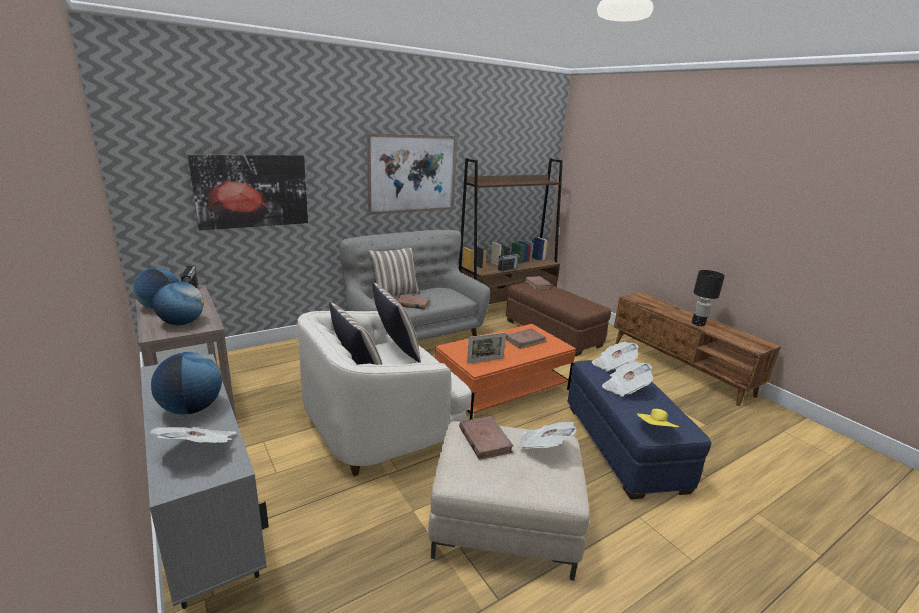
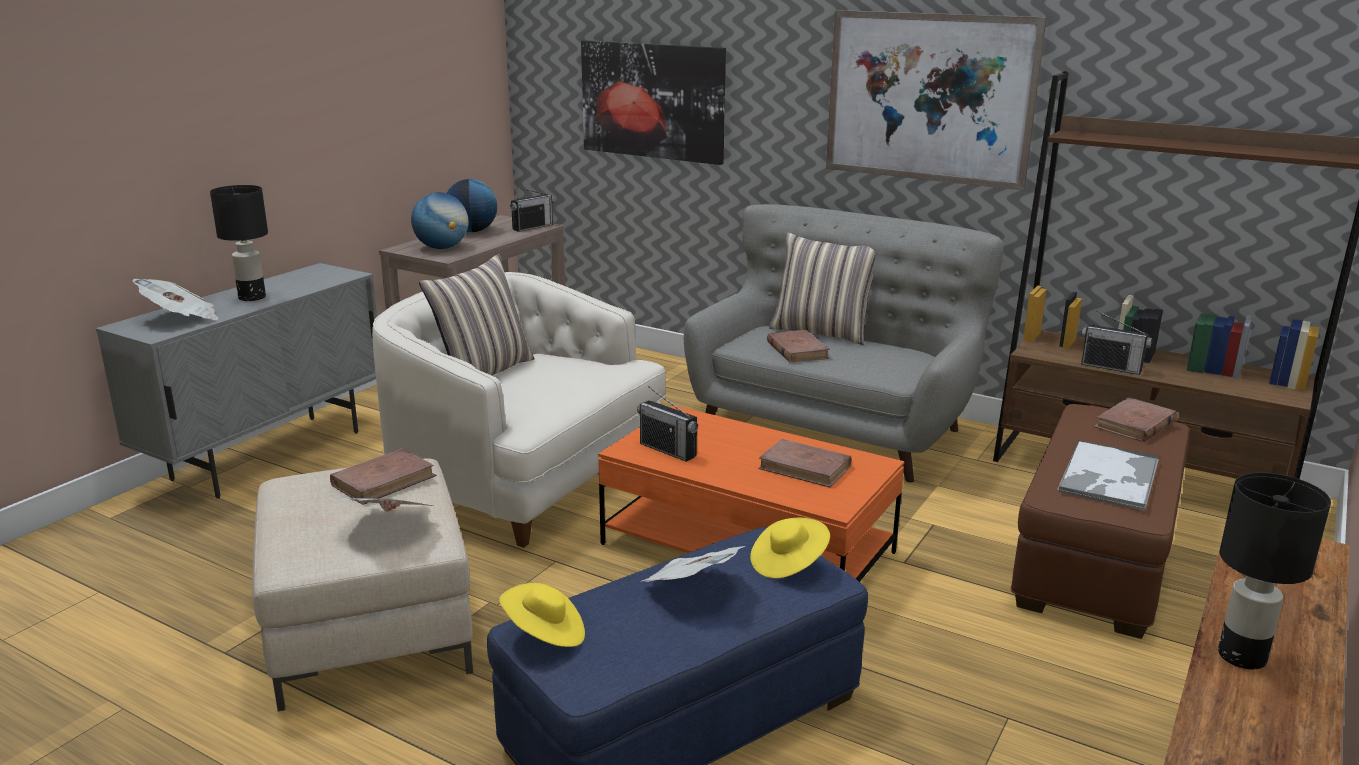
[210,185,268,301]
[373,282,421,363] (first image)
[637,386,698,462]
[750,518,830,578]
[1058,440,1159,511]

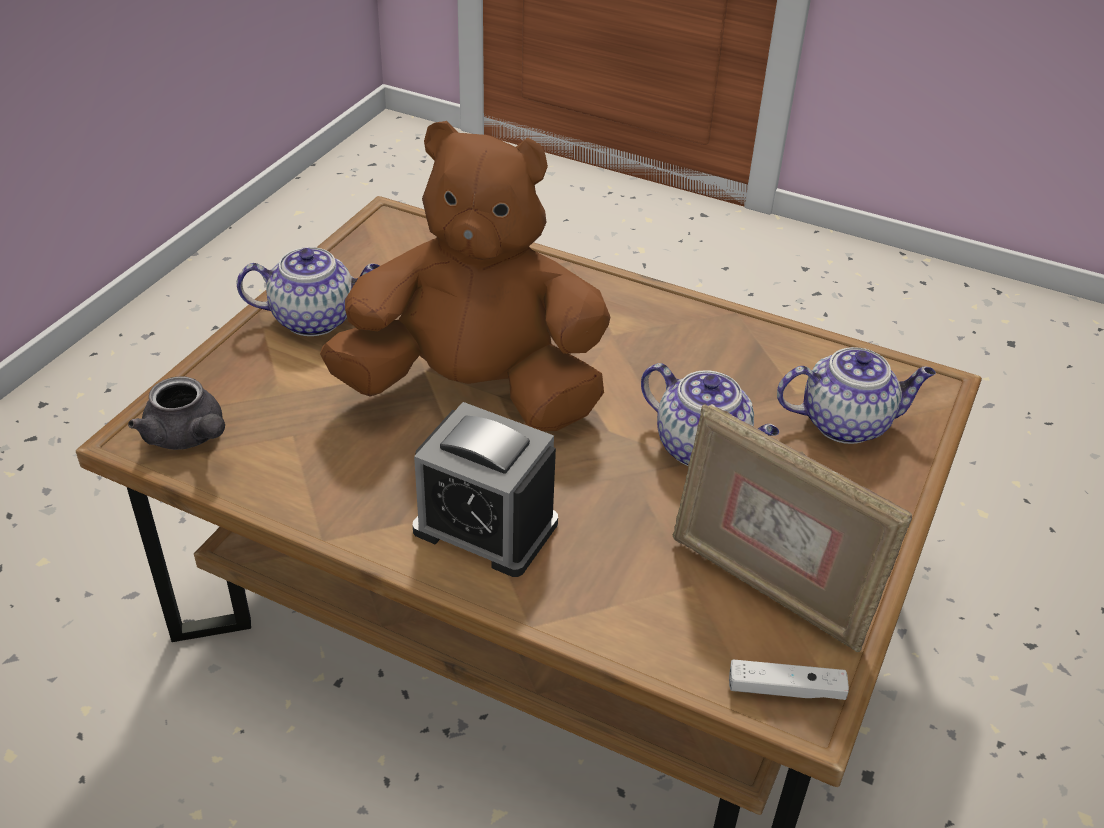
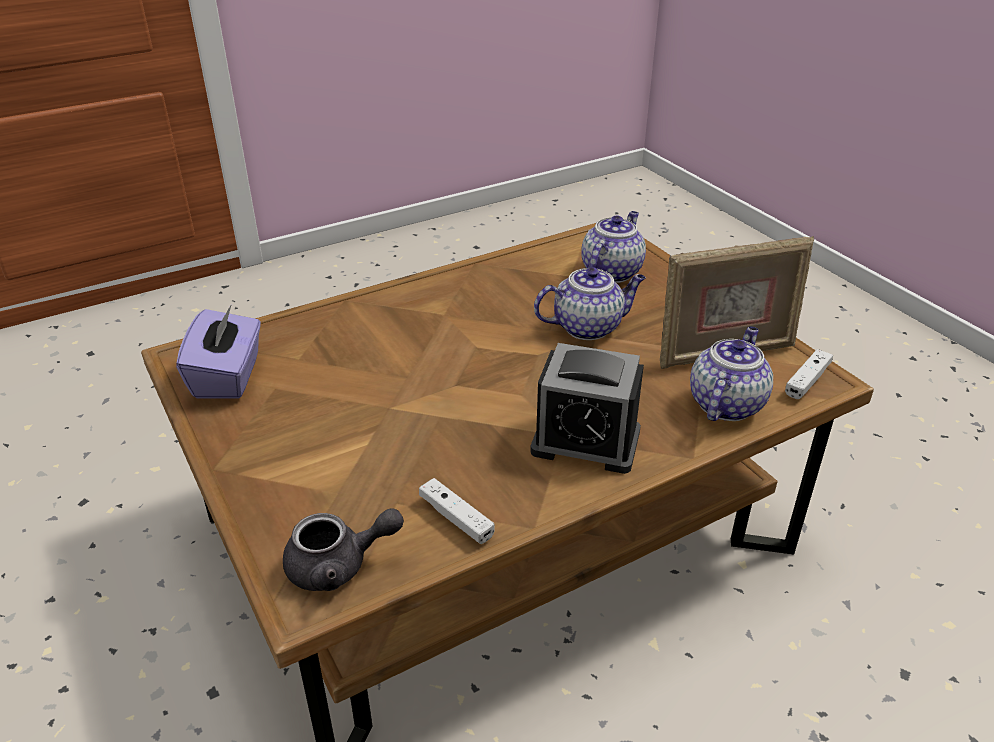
[690,326,773,421]
[320,121,610,431] (first image)
[530,343,644,474]
[176,304,261,398]
[419,478,495,544]

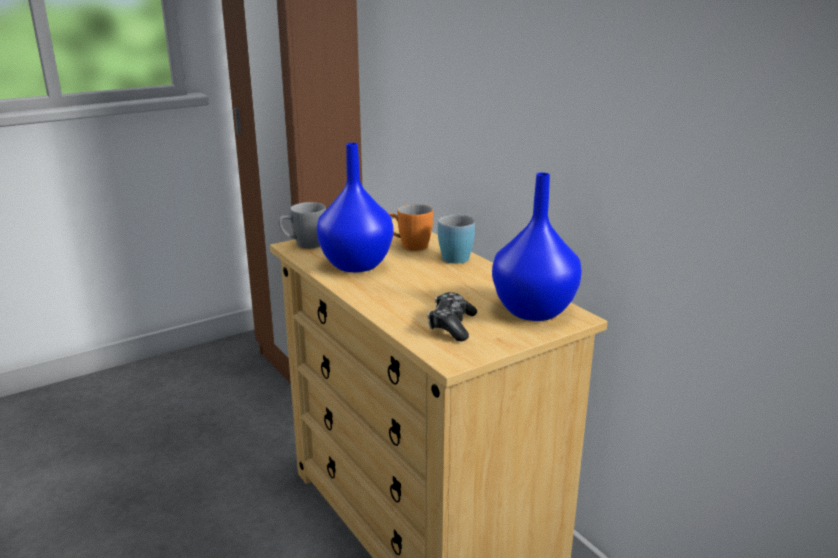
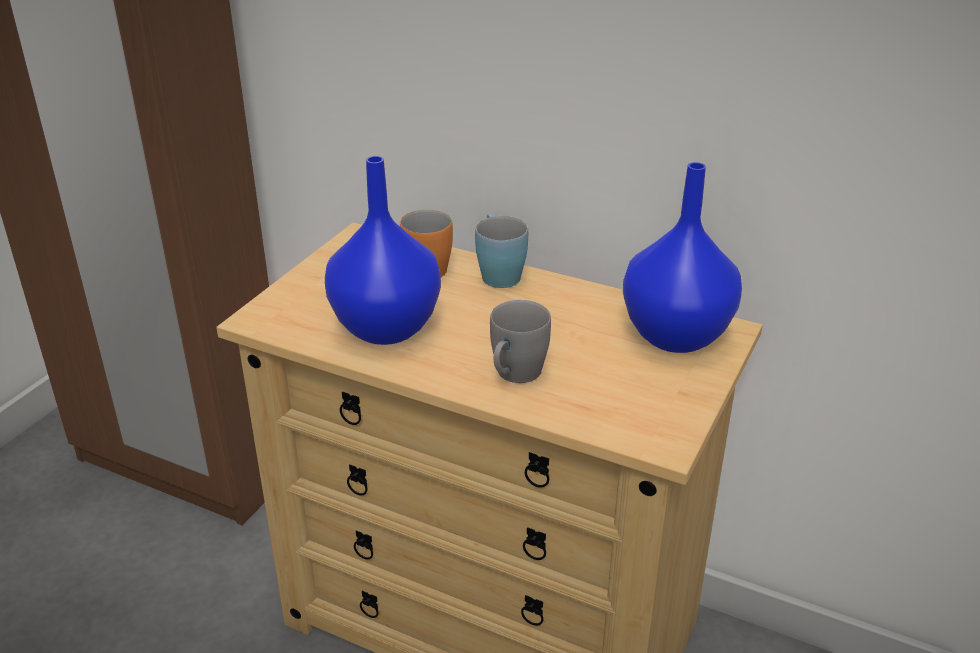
[490,300,551,383]
[428,292,477,341] (first image)

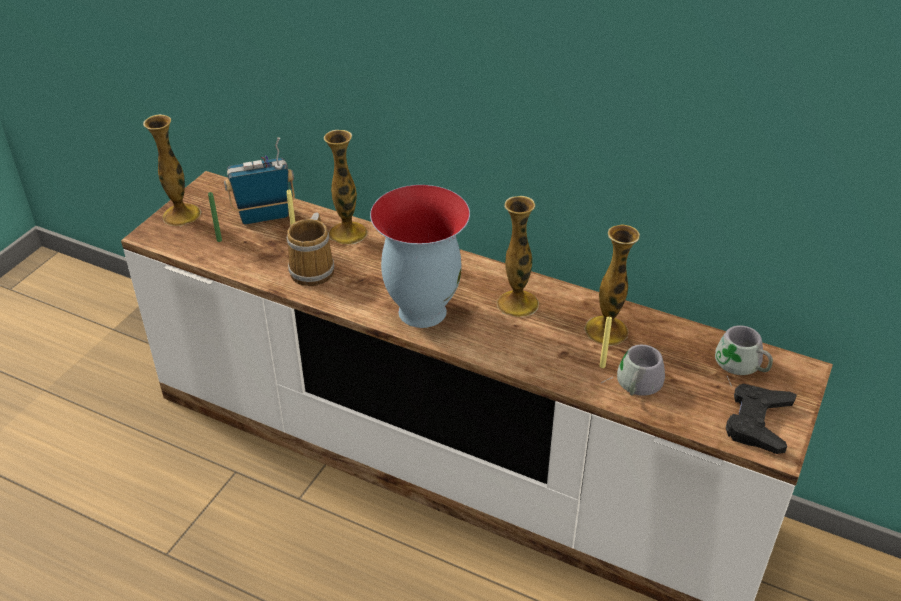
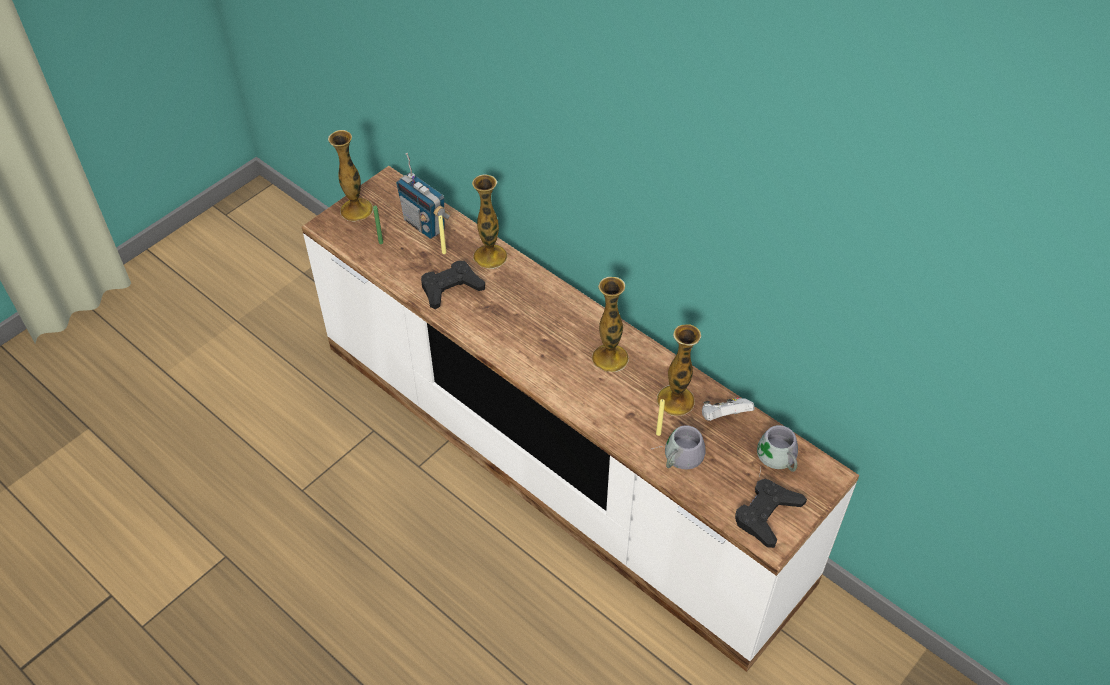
[396,153,452,239]
[421,261,485,309]
[370,185,470,328] (first image)
[702,397,755,421]

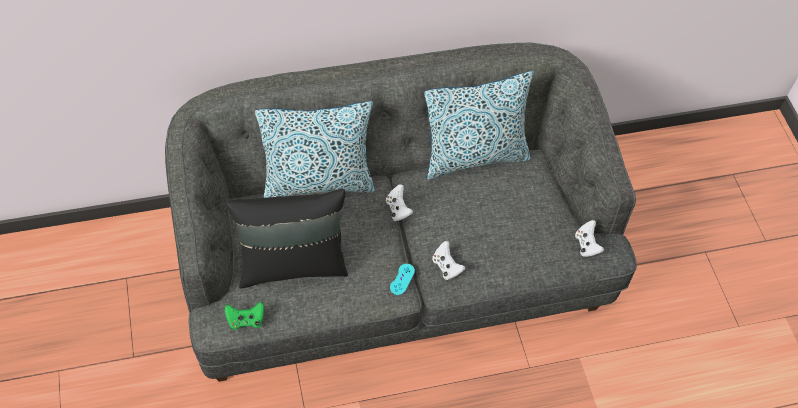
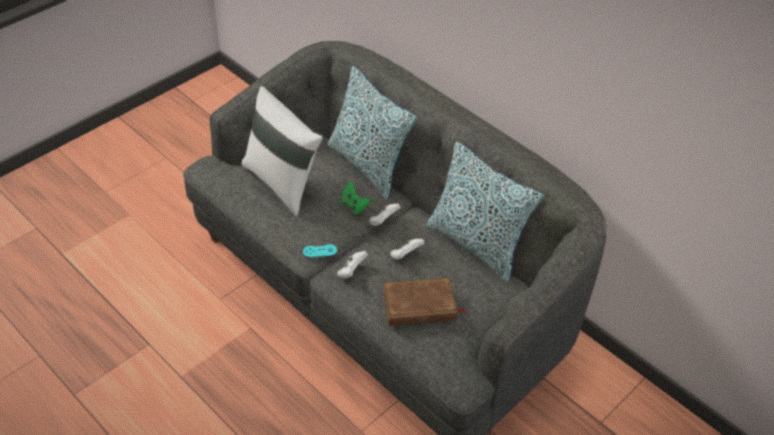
[341,182,371,214]
[242,86,323,216]
[391,239,424,260]
[383,278,466,326]

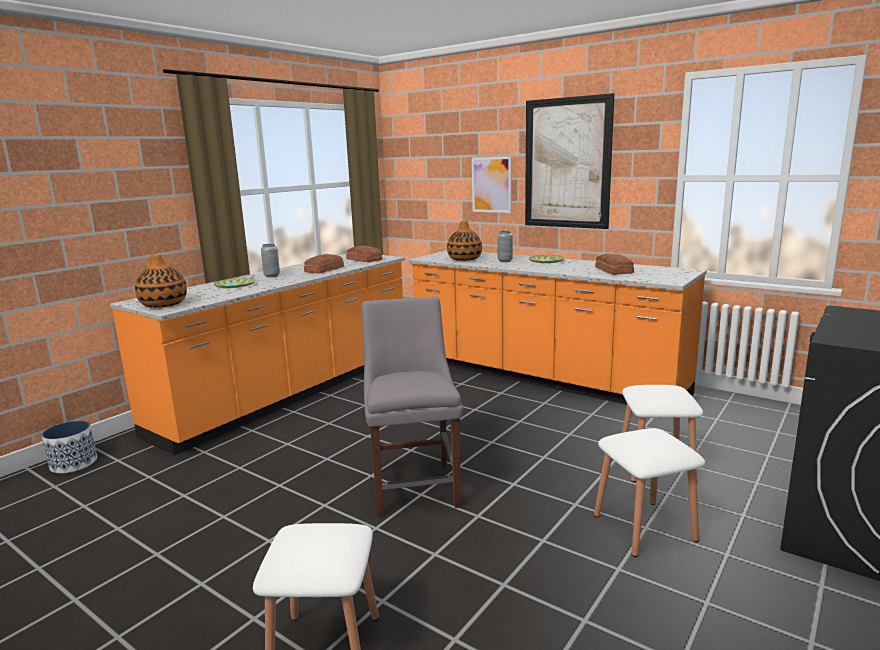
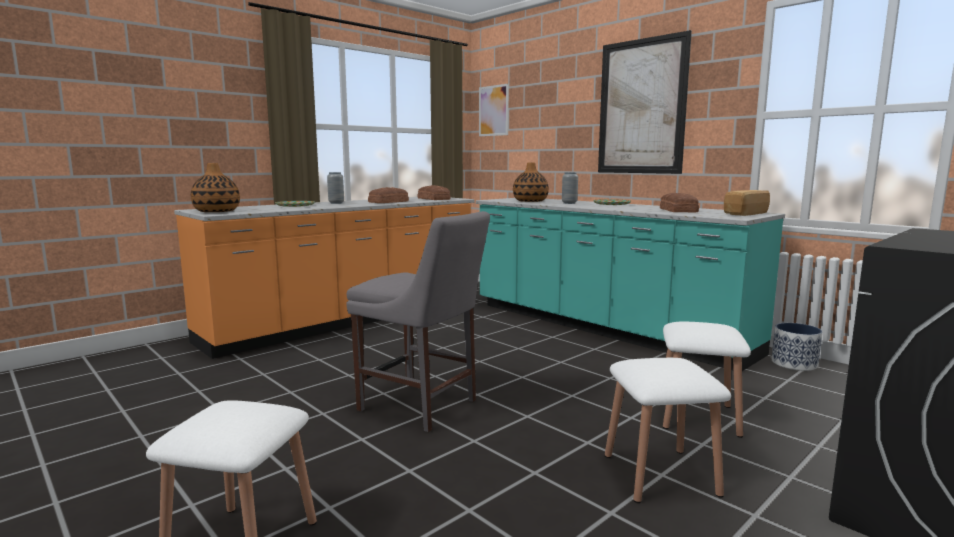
[772,323,822,371]
[346,211,490,432]
[476,198,785,371]
[479,84,509,136]
[724,190,770,216]

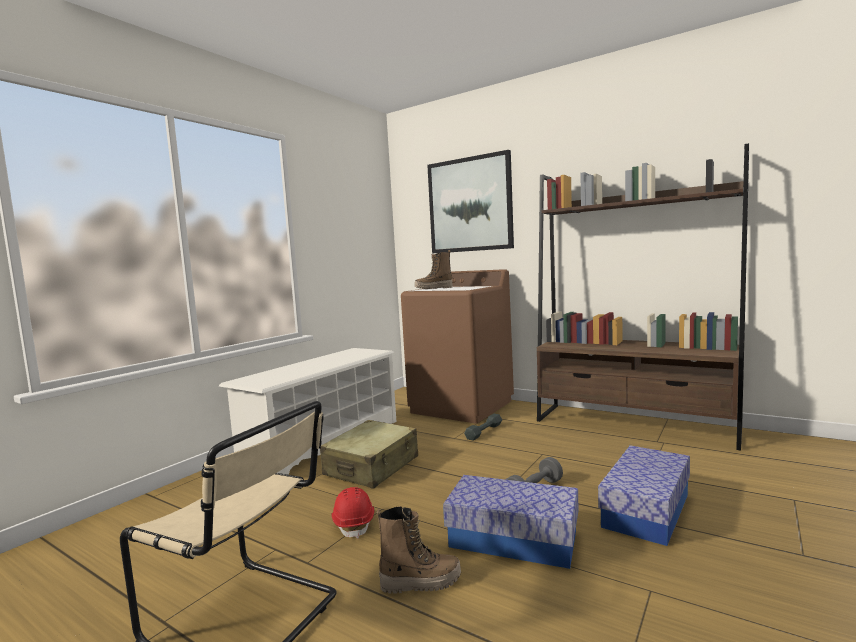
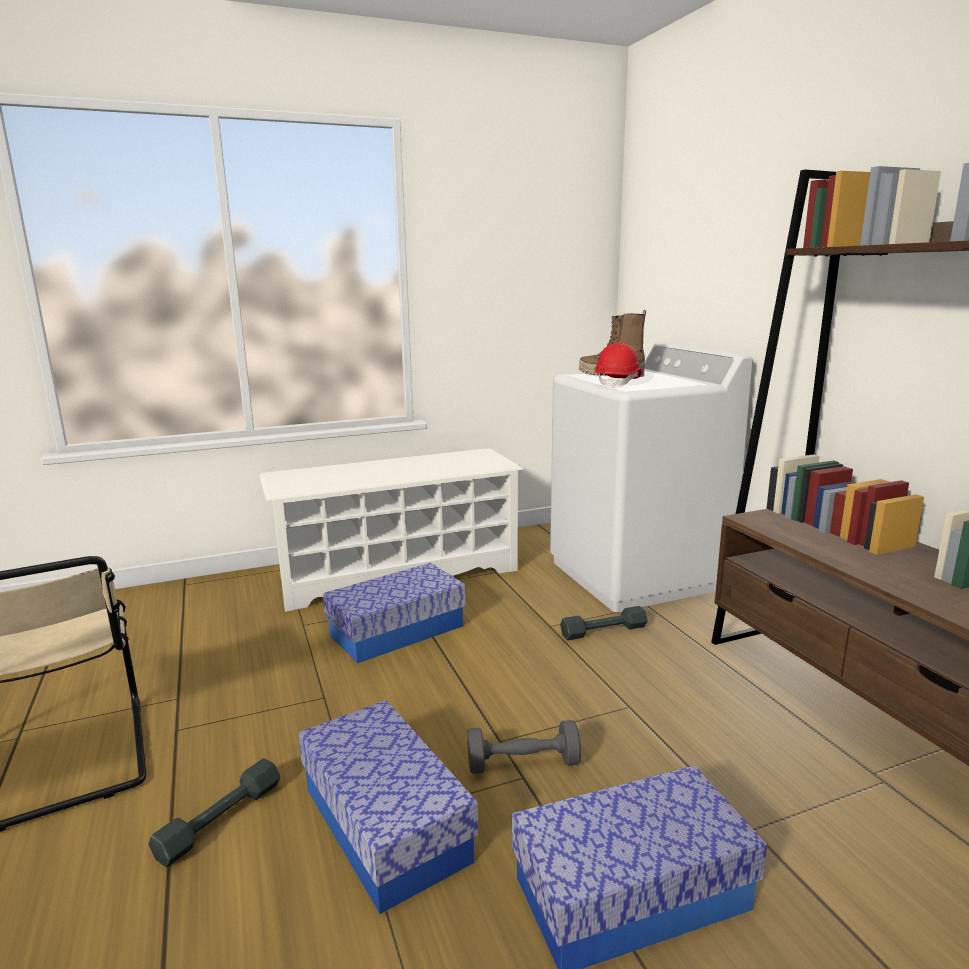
[323,563,466,664]
[594,343,642,388]
[148,758,281,867]
[550,342,753,612]
[427,150,514,253] (first image)

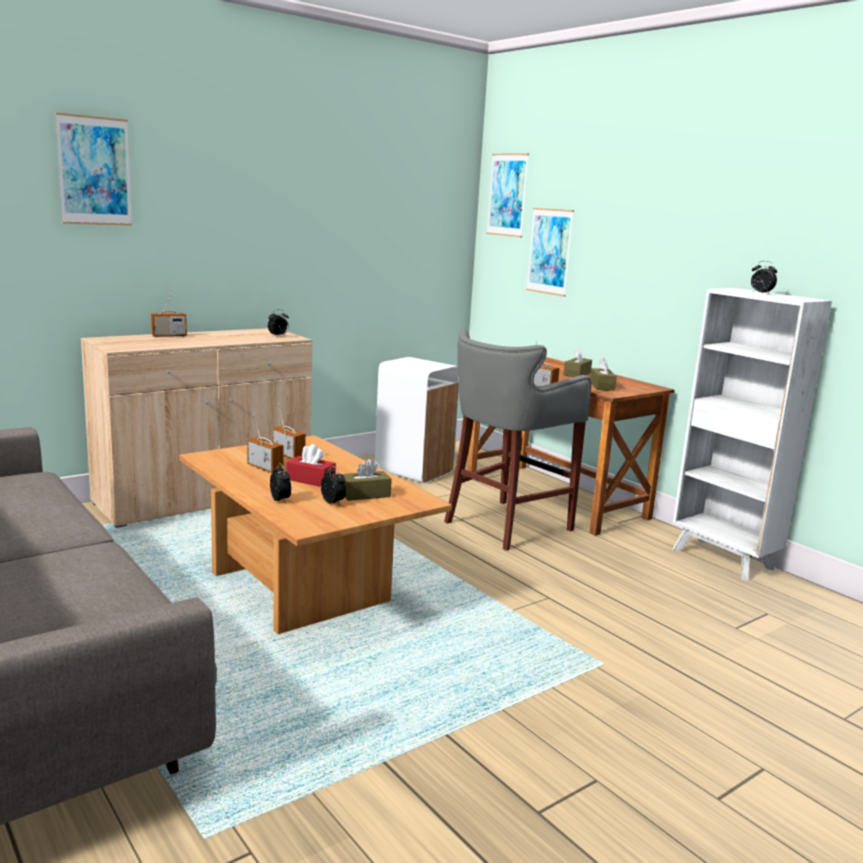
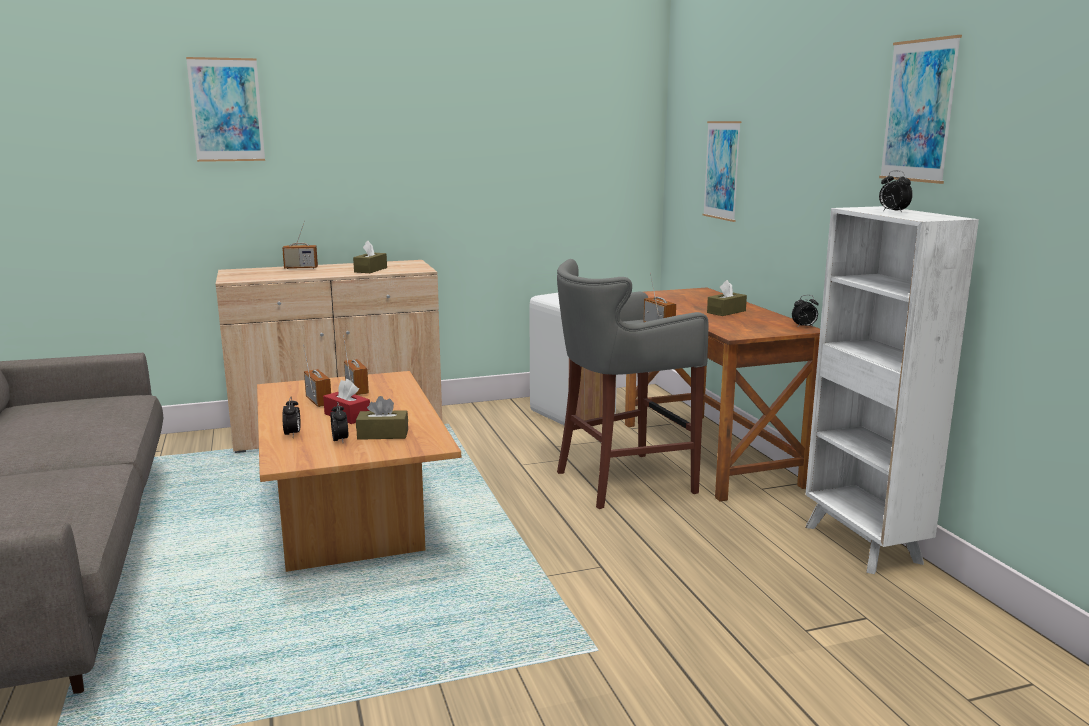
[792,295,819,328]
[879,35,962,184]
[353,241,387,273]

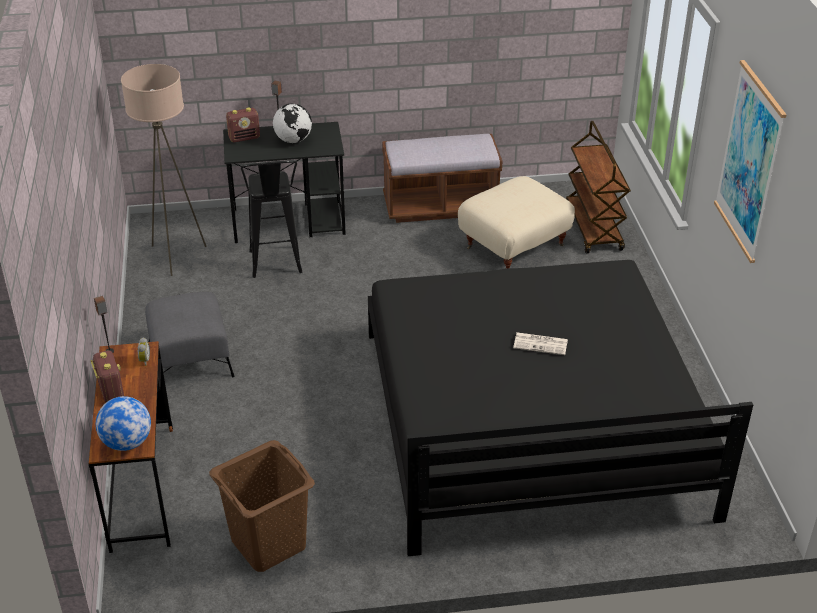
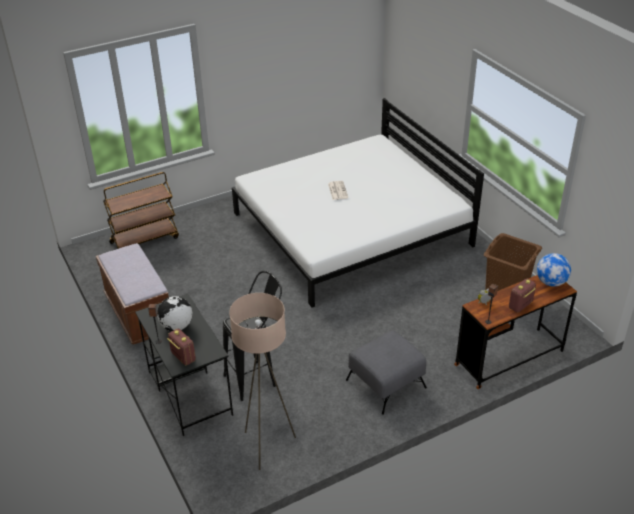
[232,98,484,308]
[458,176,575,268] (first image)
[714,60,787,263] (first image)

